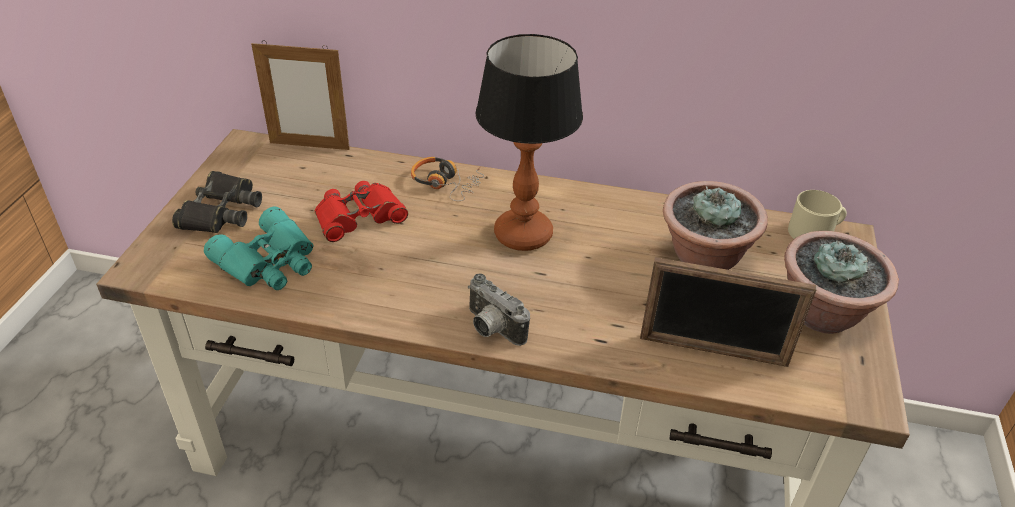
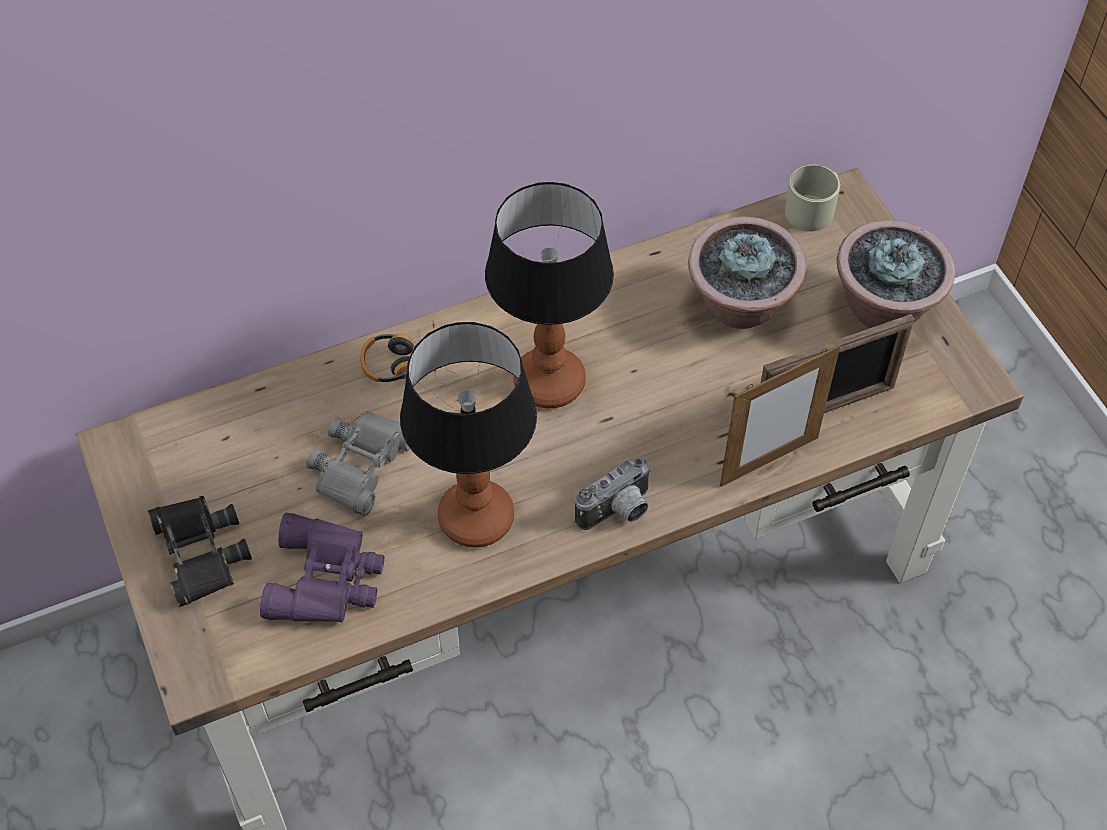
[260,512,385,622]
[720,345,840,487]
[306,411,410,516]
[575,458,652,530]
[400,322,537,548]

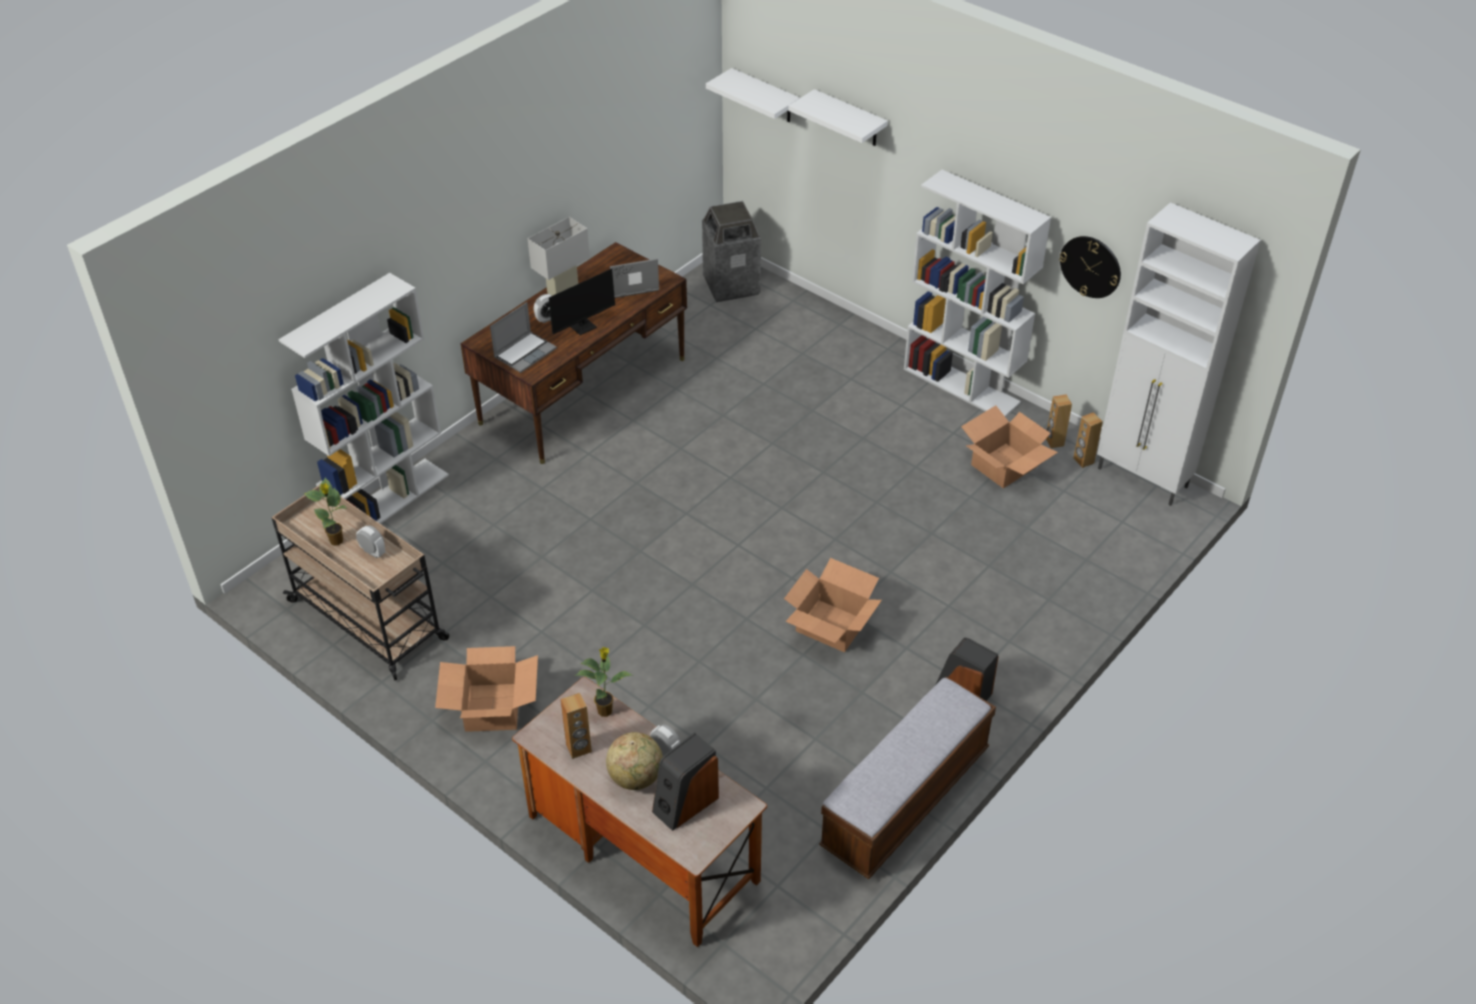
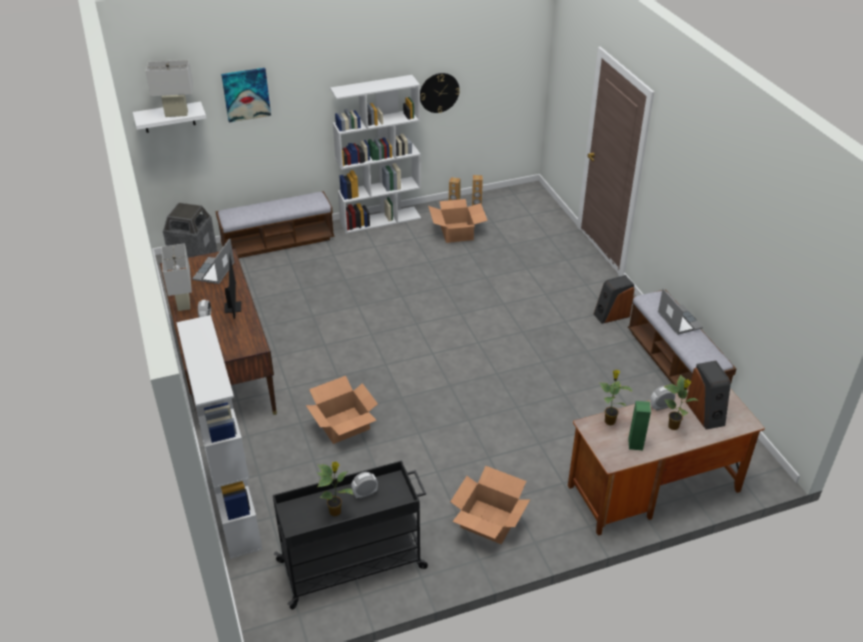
[273,461,428,610]
[658,289,703,335]
[628,401,651,450]
[664,374,699,430]
[306,376,378,444]
[221,68,271,123]
[1097,202,1261,506] (first image)
[146,60,193,117]
[216,191,335,258]

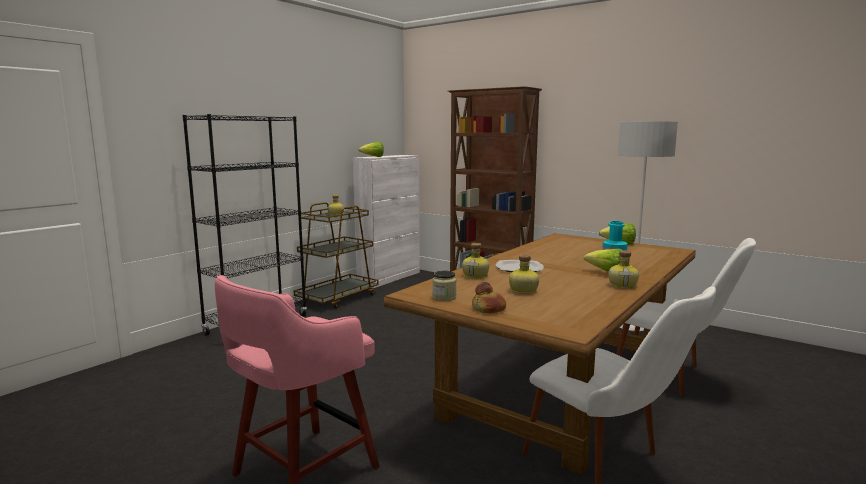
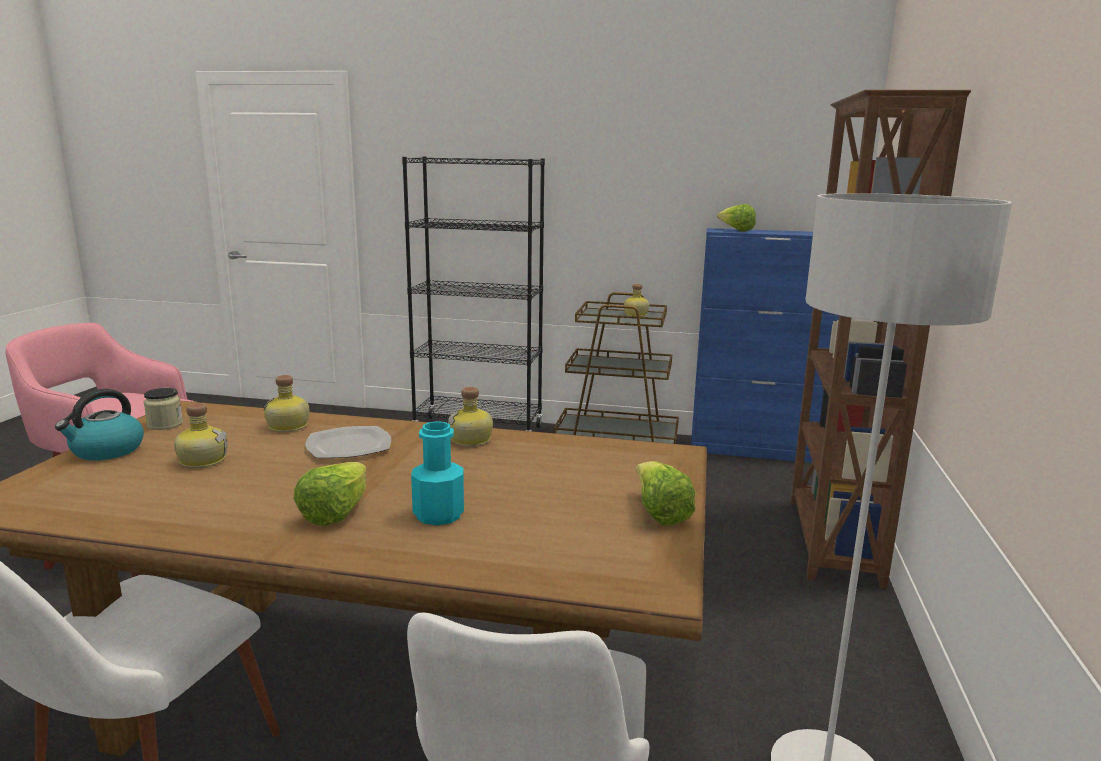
[691,228,839,463]
[55,389,144,461]
[448,387,493,446]

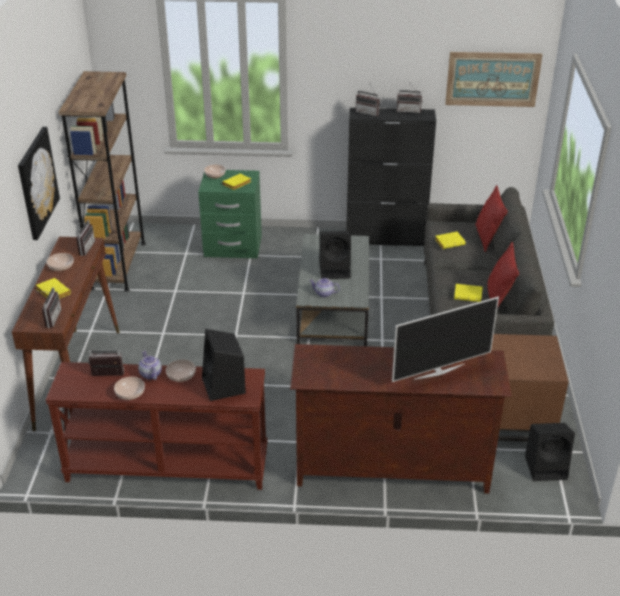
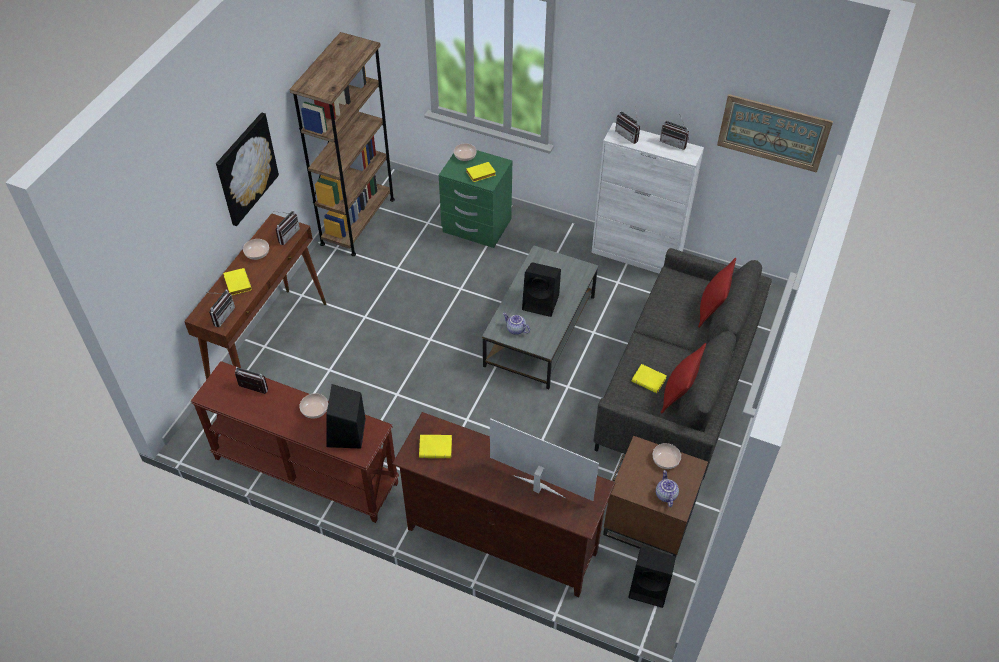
[653,443,681,469]
[656,470,679,507]
[592,123,704,273]
[490,418,599,501]
[419,435,452,458]

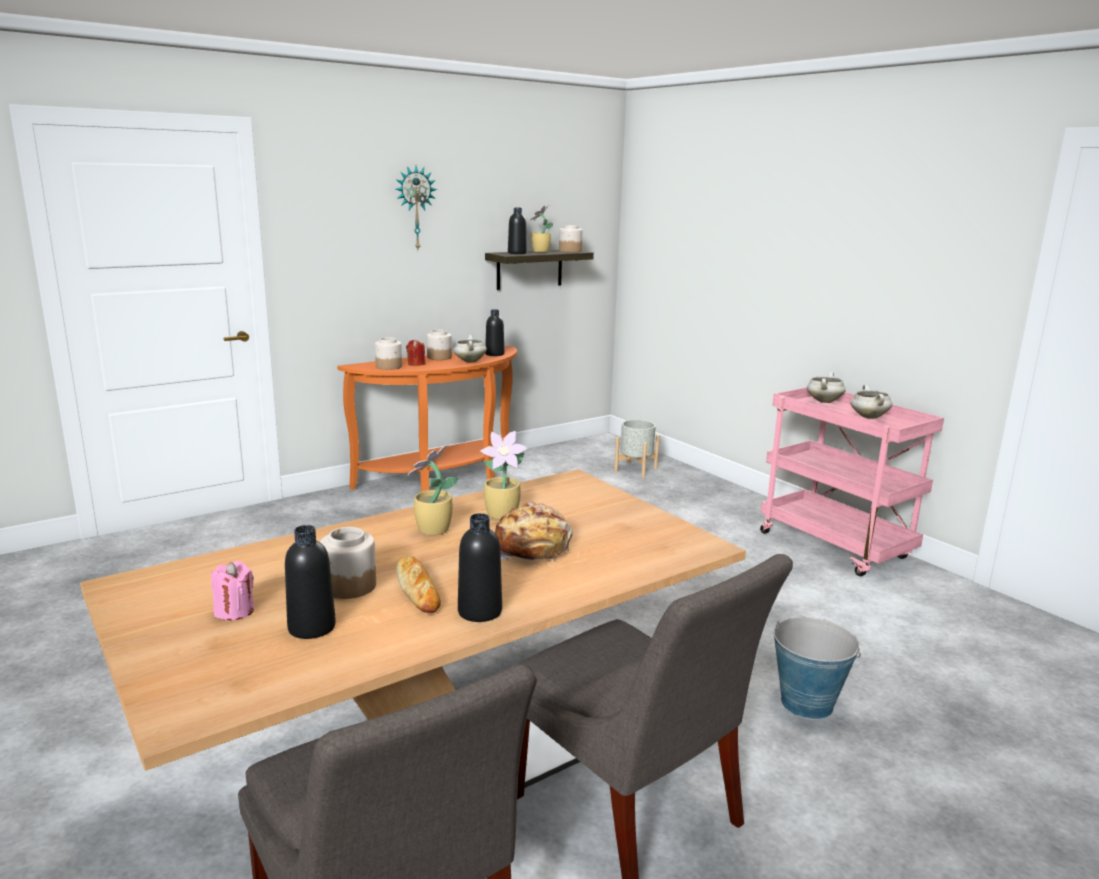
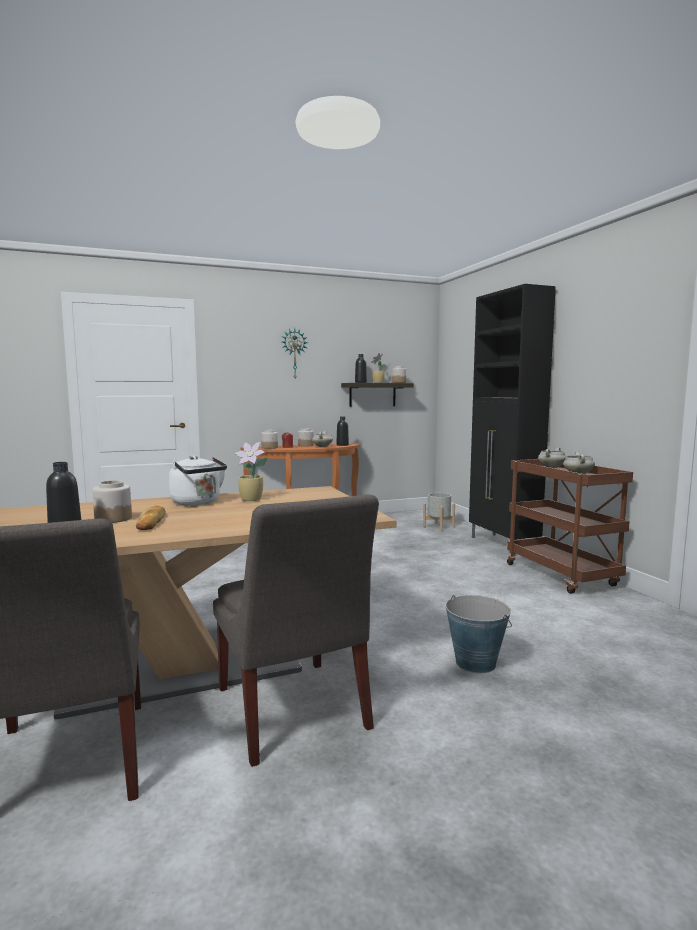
[211,561,254,620] (first image)
[169,456,227,506]
[458,513,502,622] (first image)
[495,502,573,561] (first image)
[507,459,633,594]
[469,284,556,556]

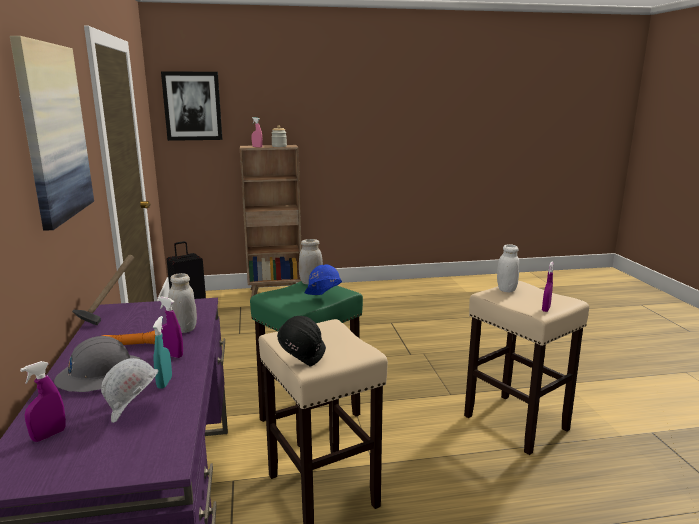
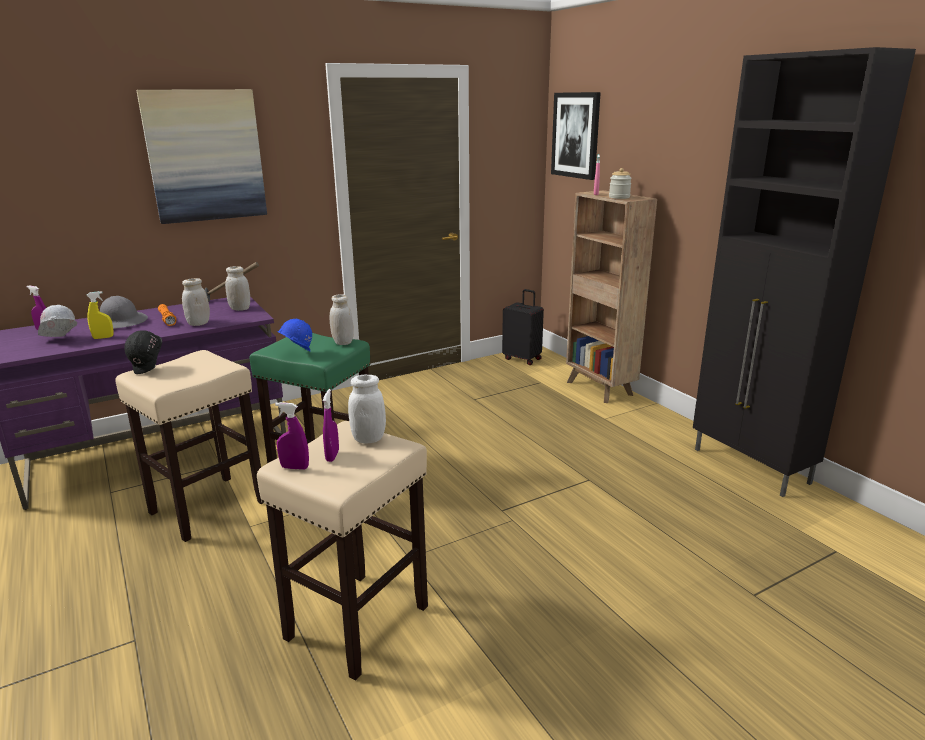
[86,291,114,339]
[323,389,339,462]
[225,266,250,311]
[693,47,916,497]

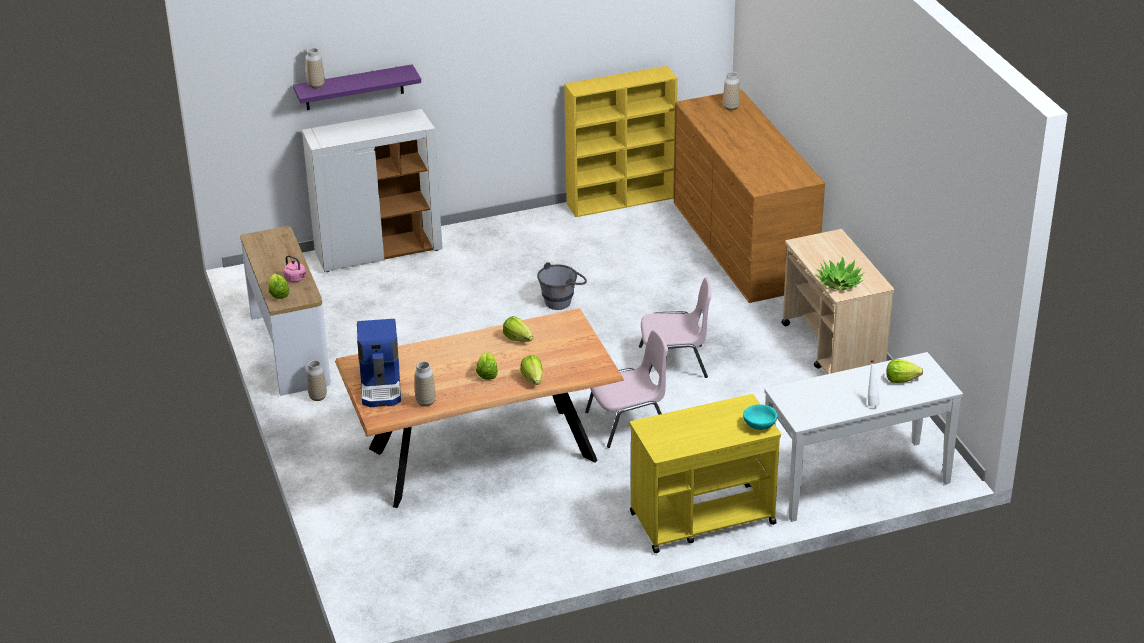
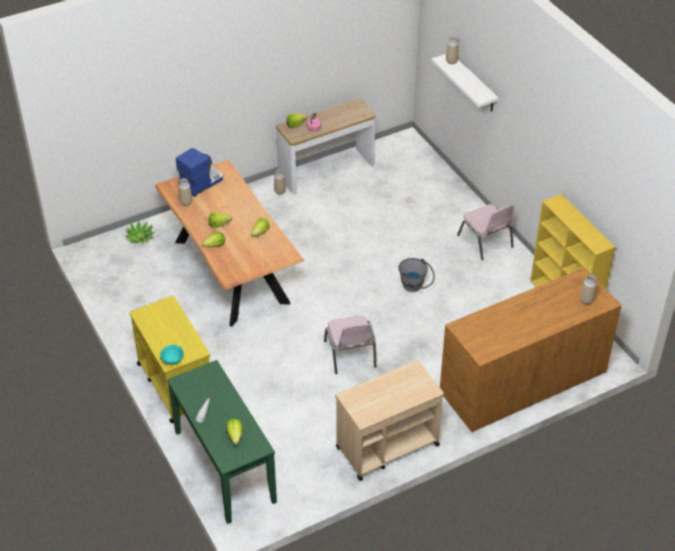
[431,54,499,111]
[302,109,443,272] (first image)
[176,148,223,197]
[457,204,514,260]
[167,360,277,524]
[125,220,156,243]

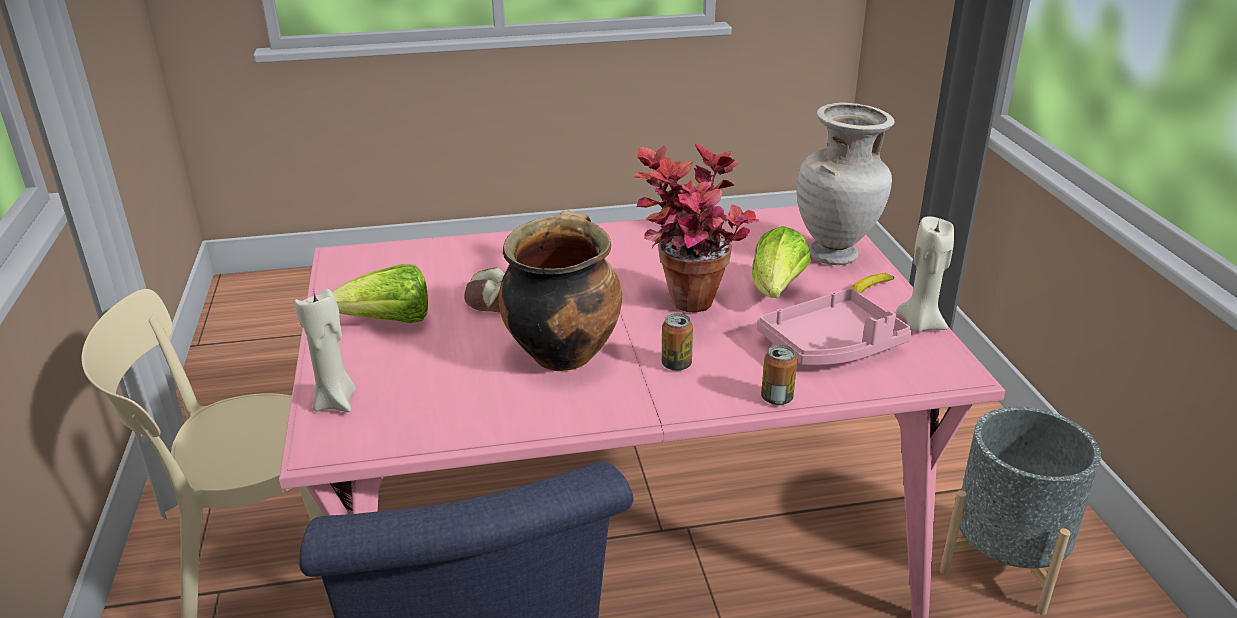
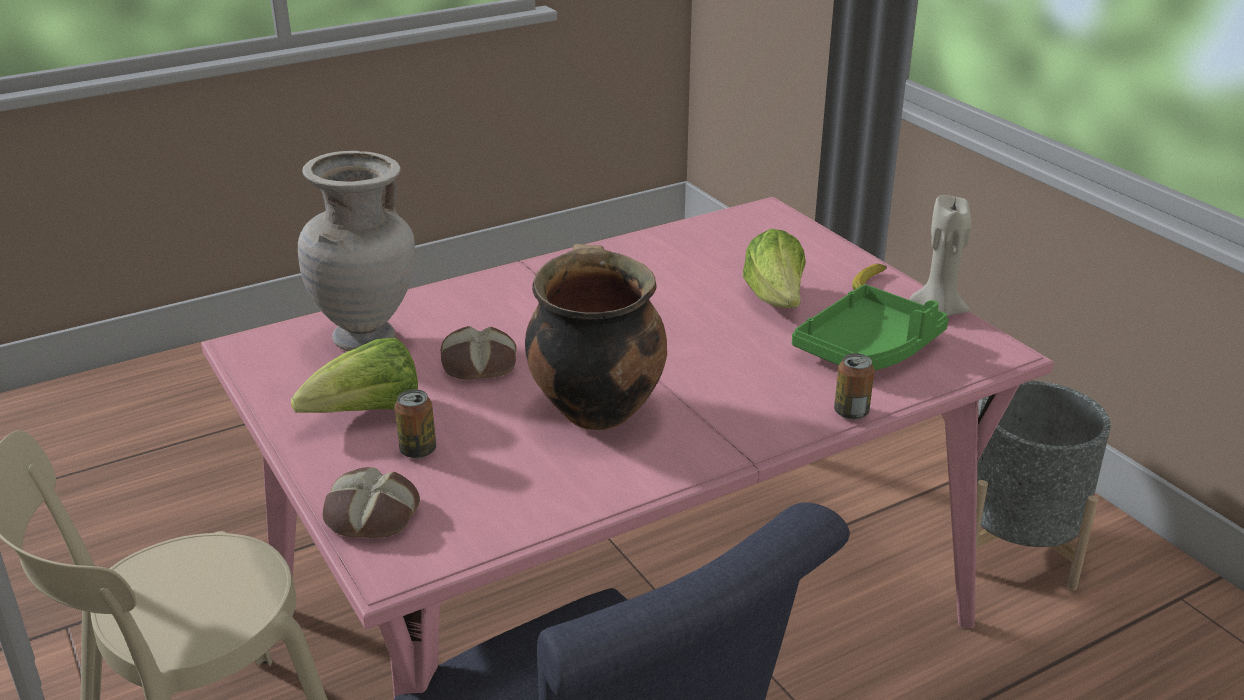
[323,467,420,538]
[634,143,759,313] (first image)
[395,389,436,458]
[792,284,949,370]
[298,151,415,351]

